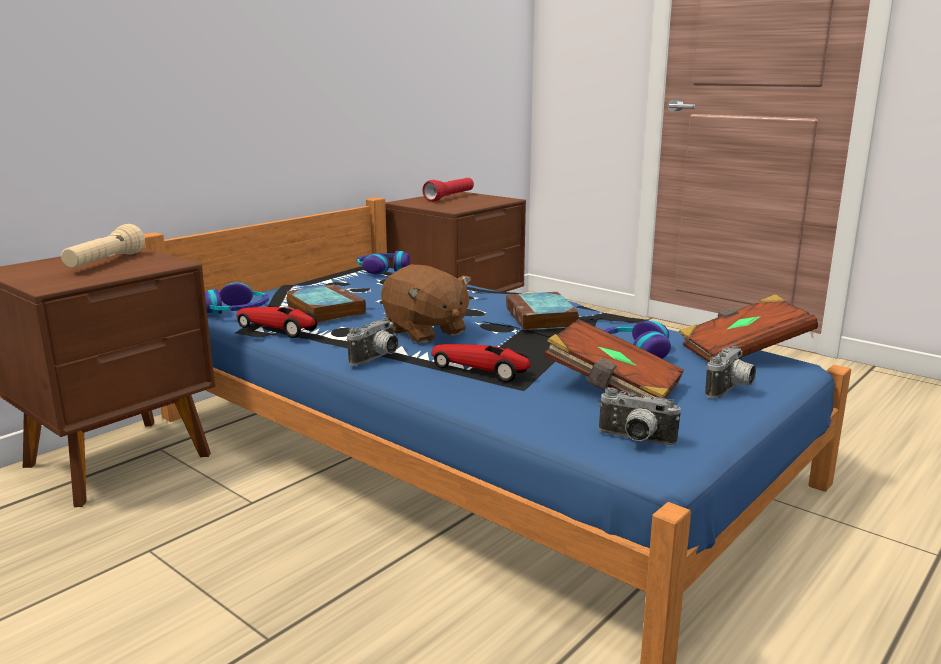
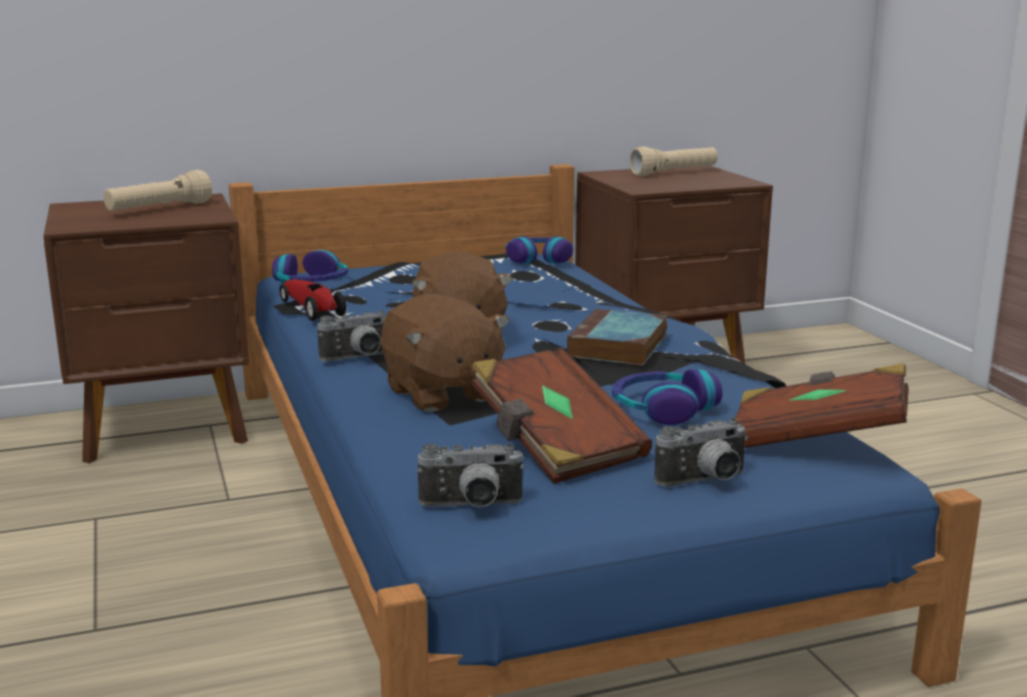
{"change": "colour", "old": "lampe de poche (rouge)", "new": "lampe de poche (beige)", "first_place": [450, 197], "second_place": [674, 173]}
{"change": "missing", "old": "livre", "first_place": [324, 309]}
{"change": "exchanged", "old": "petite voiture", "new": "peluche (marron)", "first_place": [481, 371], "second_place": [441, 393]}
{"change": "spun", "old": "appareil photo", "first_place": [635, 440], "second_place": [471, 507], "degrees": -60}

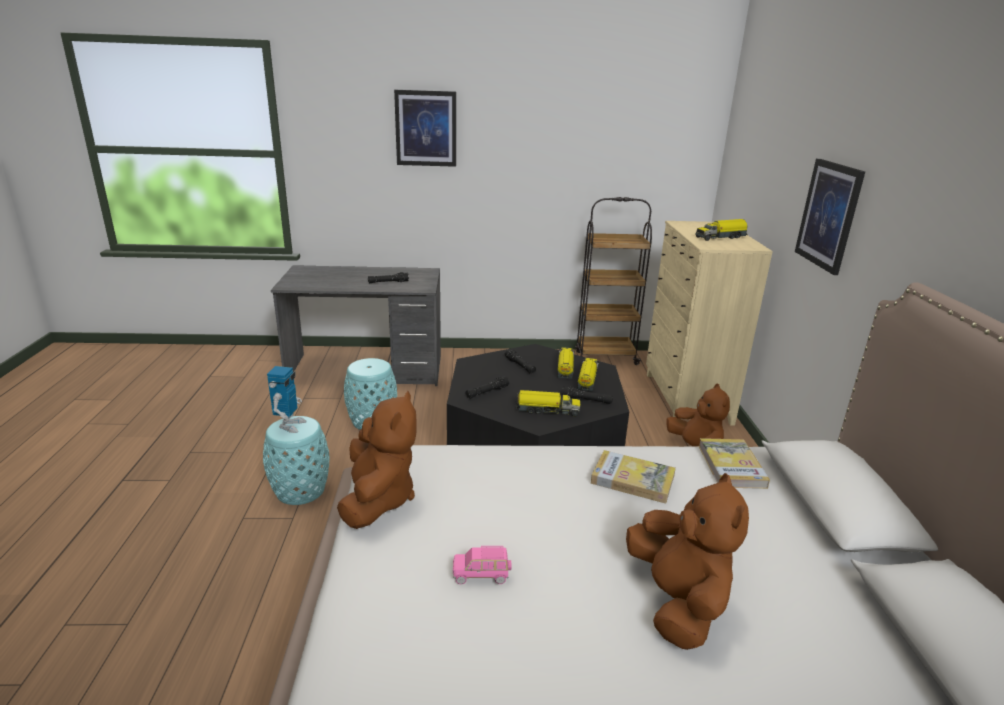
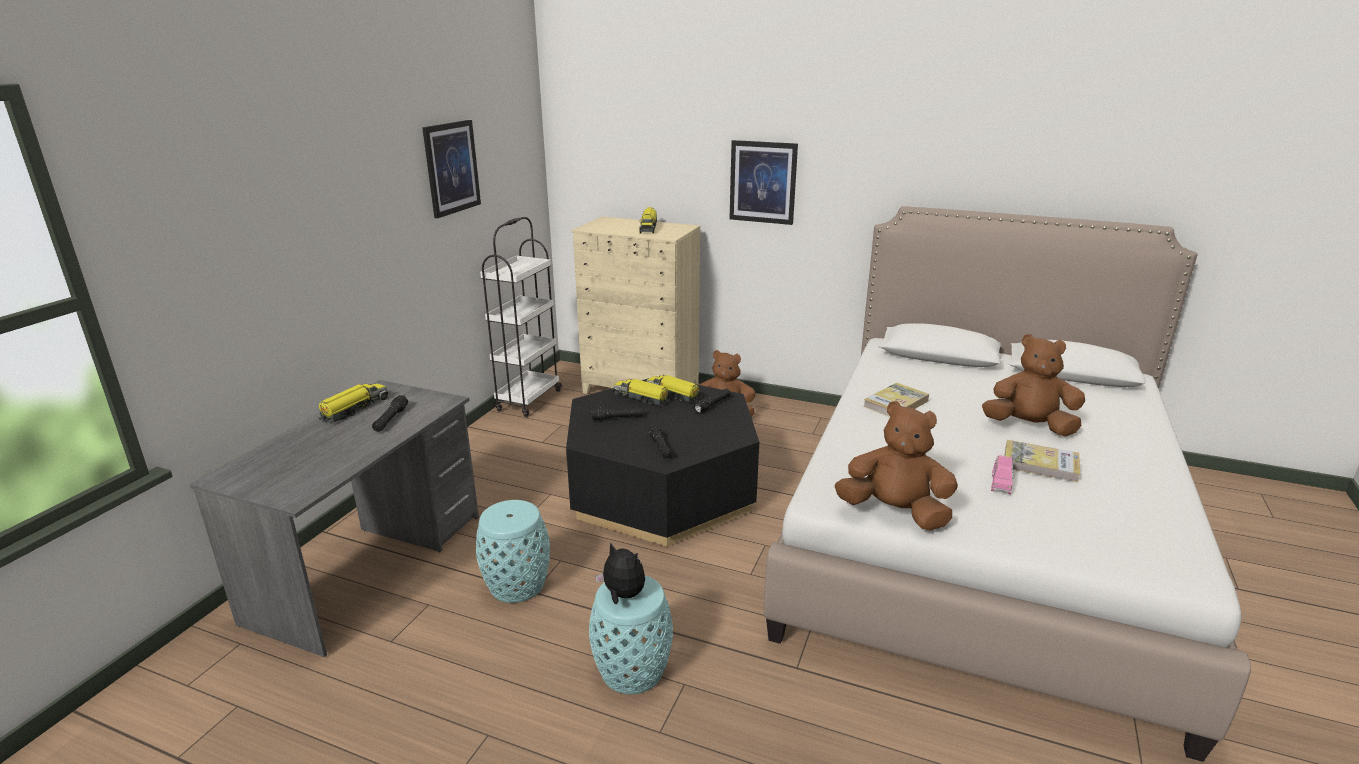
{"change": "relocated", "old": "tableau", "first_place": [426, 128], "second_place": [451, 168]}
{"change": "colour", "old": "chariot (marron)", "new": "chariot (blanc)", "first_place": [605, 358], "second_place": [528, 401]}
{"change": "exchanged", "old": "robot jouet", "new": "peluche", "first_place": [289, 425], "second_place": [622, 595]}
{"change": "relocated", "old": "camion jouet", "first_place": [547, 410], "second_place": [354, 409]}
{"change": "relocated", "old": "livre", "first_place": [731, 466], "second_place": [1040, 464]}

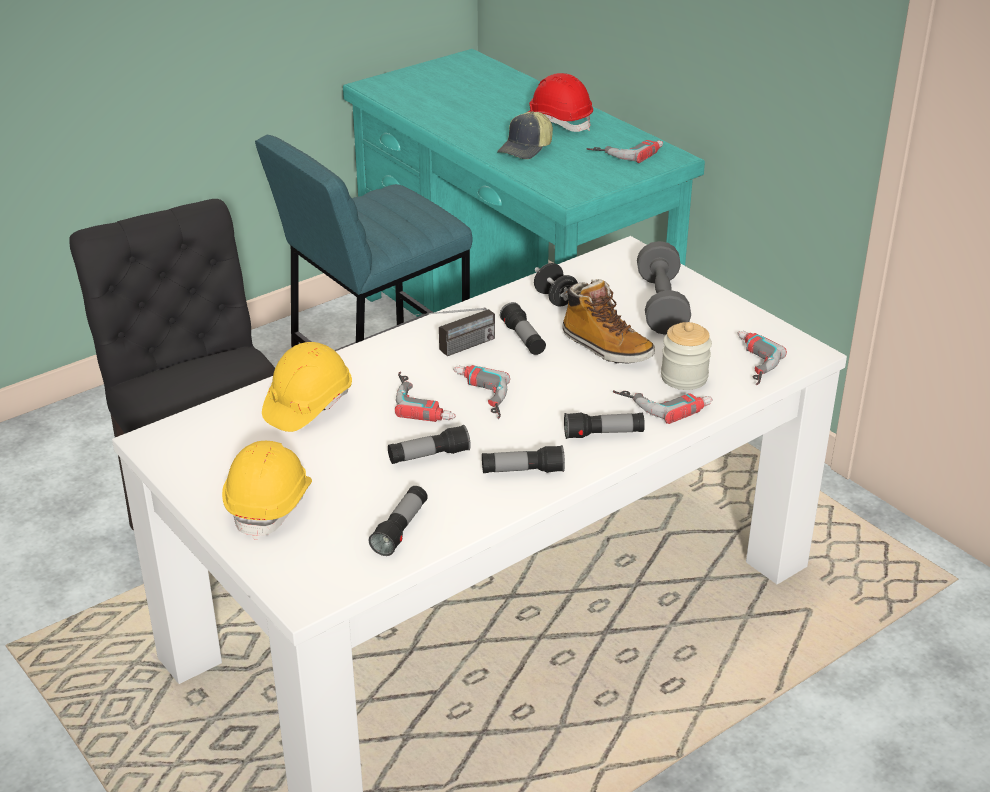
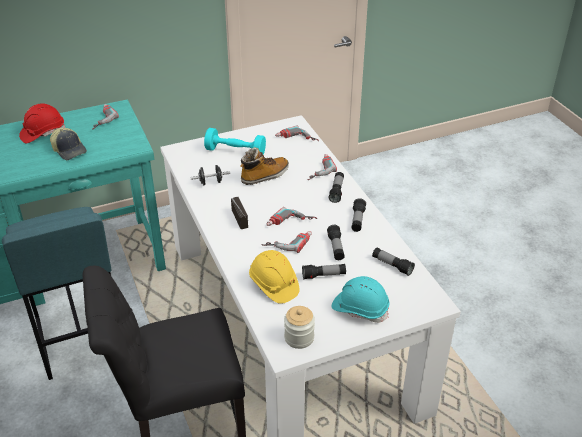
{"change": "colour", "old": "haltère (gris)", "new": "haltère (turquoise)", "first_place": [661, 305], "second_place": [235, 152]}
{"change": "relocated", "old": "lampe de poche", "first_place": [523, 339], "second_place": [323, 275]}
{"change": "relocated", "old": "bocal", "first_place": [684, 377], "second_place": [299, 338]}
{"change": "colour", "old": "casque de chantier (jaune)", "new": "casque de chantier (turquoise)", "first_place": [270, 504], "second_place": [360, 308]}

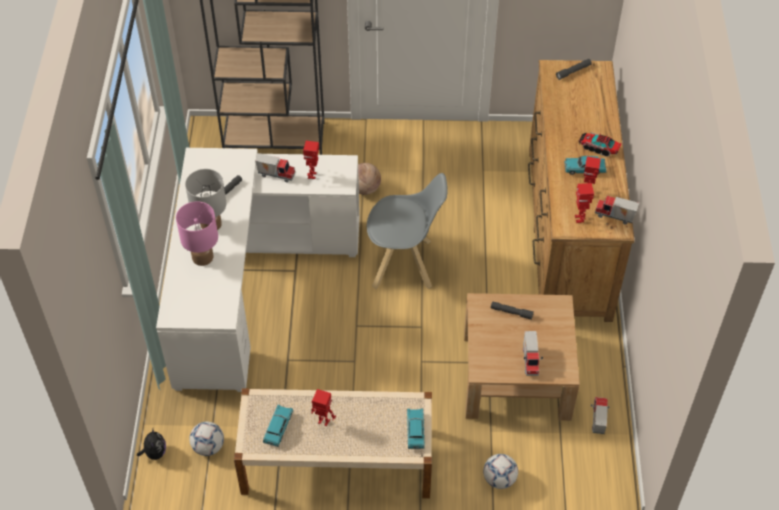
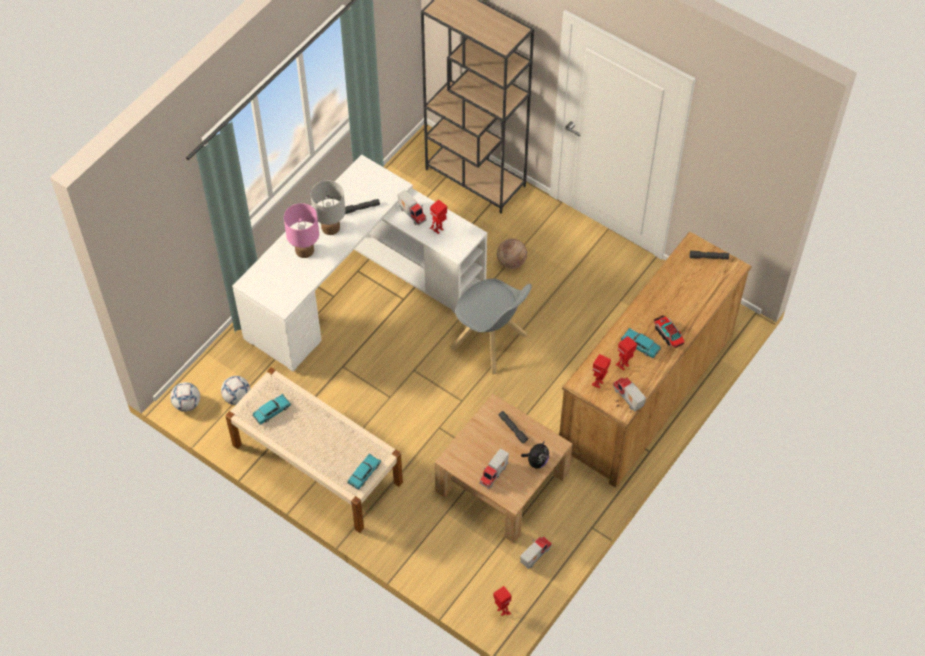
{"change": "relocated", "old": "robot jouet", "first_place": [323, 422], "second_place": [501, 611]}
{"change": "relocated", "old": "peluche", "first_place": [154, 452], "second_place": [536, 461]}
{"change": "relocated", "old": "ballon de foot", "first_place": [499, 479], "second_place": [187, 404]}

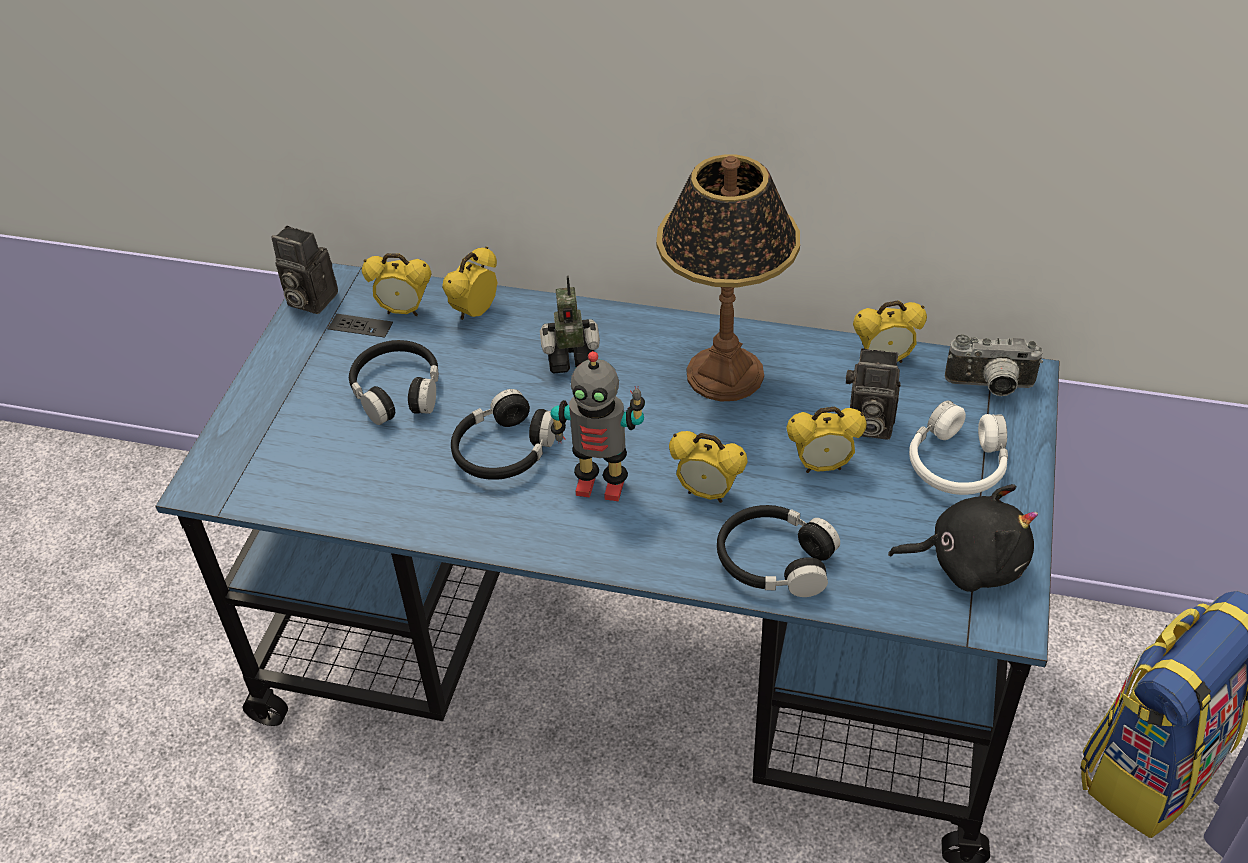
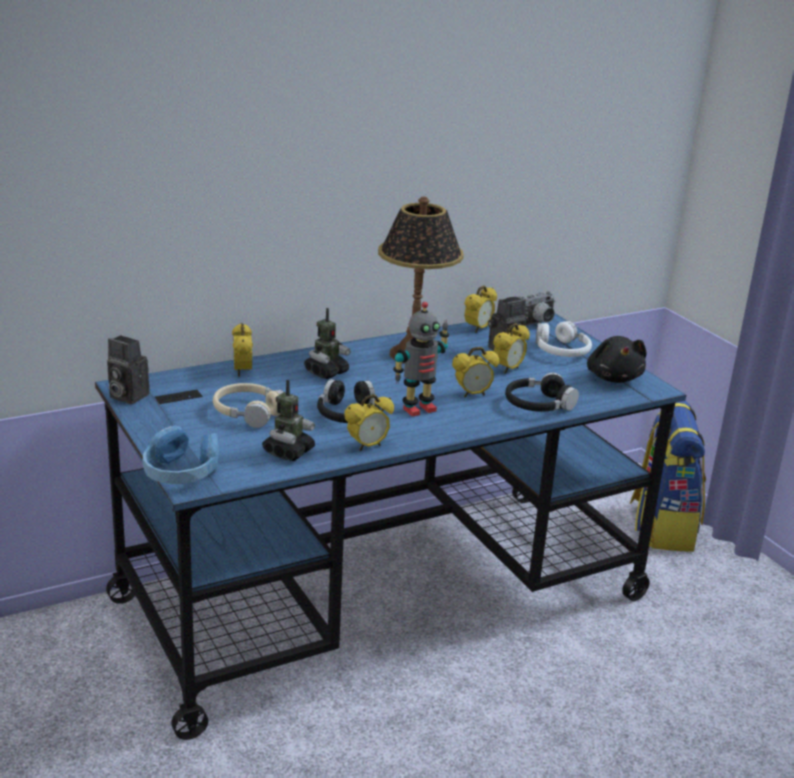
{"change": "spun", "old": "appareil photo", "first_place": [308, 300], "second_place": [126, 396], "degrees": 45}
{"change": "relocated", "old": "réveil", "first_place": [404, 311], "second_place": [367, 446]}
{"change": "colour", "old": "casque audio (noir)", "new": "casque audio (beige)", "first_place": [397, 391], "second_place": [248, 413]}
{"change": "spun", "old": "peluche (noir)", "first_place": [968, 562], "second_place": [614, 377], "degrees": 120}
{"change": "appeared", "new": "robot jouet", "second_place": [288, 452]}
{"change": "appeared", "new": "casque audio (bleu)", "second_place": [181, 472]}

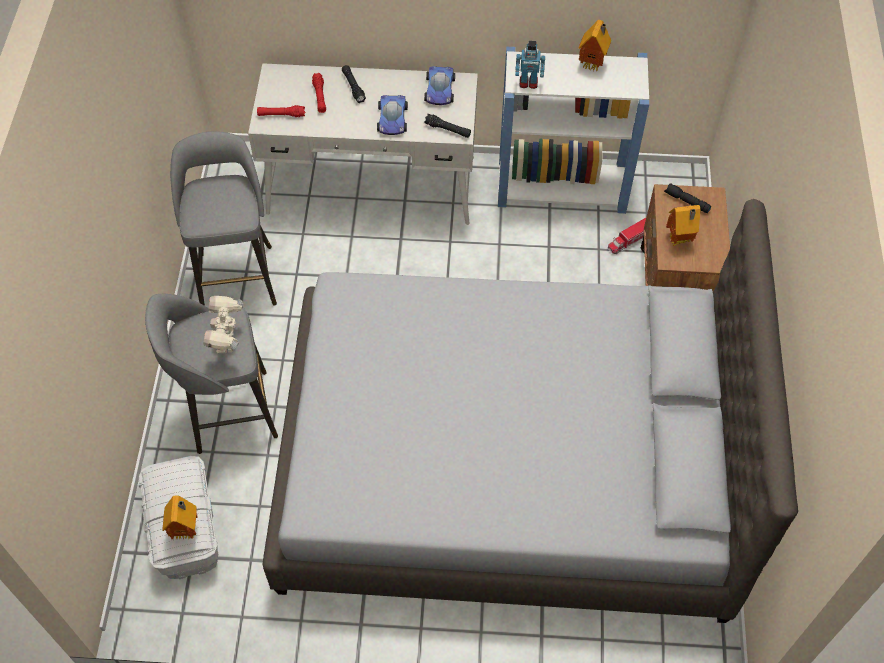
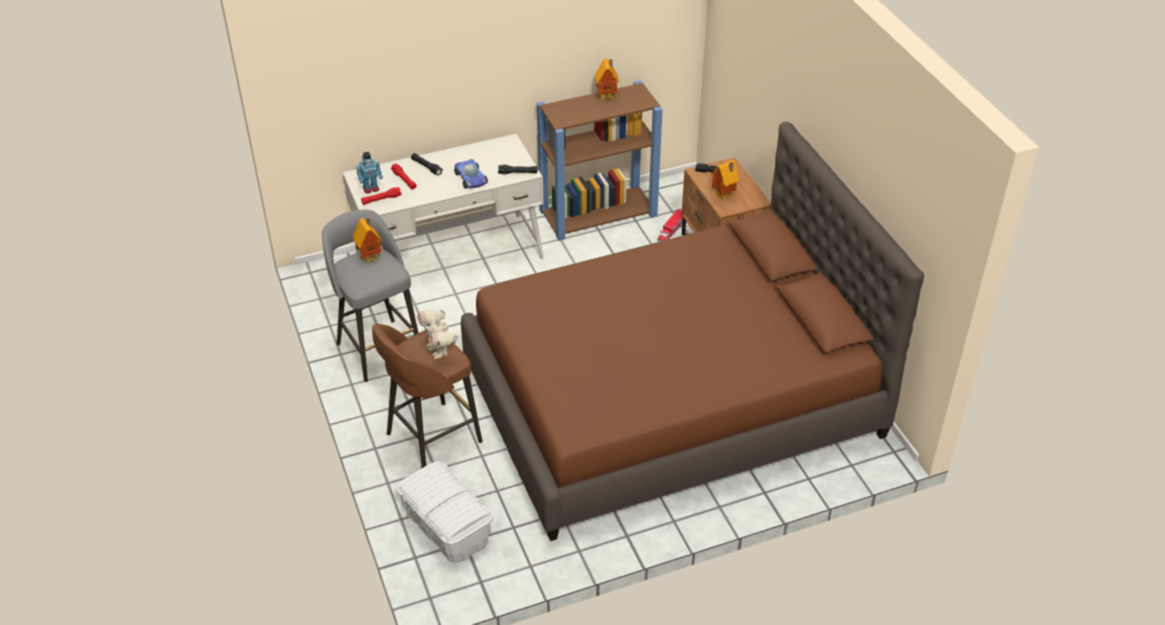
{"change": "relocated", "old": "robot jouet", "first_place": [528, 83], "second_place": [371, 189]}
{"change": "colour", "old": "bibliothèque (blanc)", "new": "bibliothèque (marron)", "first_place": [562, 186], "second_place": [599, 213]}
{"change": "missing", "old": "petite voiture", "first_place": [439, 90]}
{"change": "colour", "old": "lit (gris)", "new": "lit (marron)", "first_place": [507, 467], "second_place": [672, 400]}
{"change": "colour", "old": "tabouret (gris)", "new": "tabouret (marron)", "first_place": [229, 412], "second_place": [431, 439]}
{"change": "relocated", "old": "maison miniature", "first_place": [187, 530], "second_place": [371, 257]}

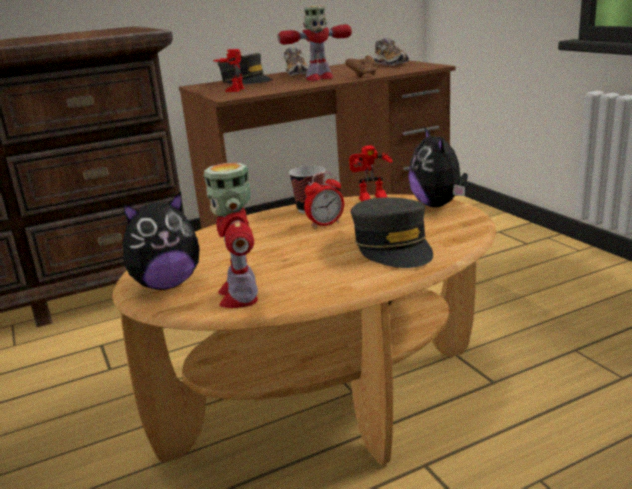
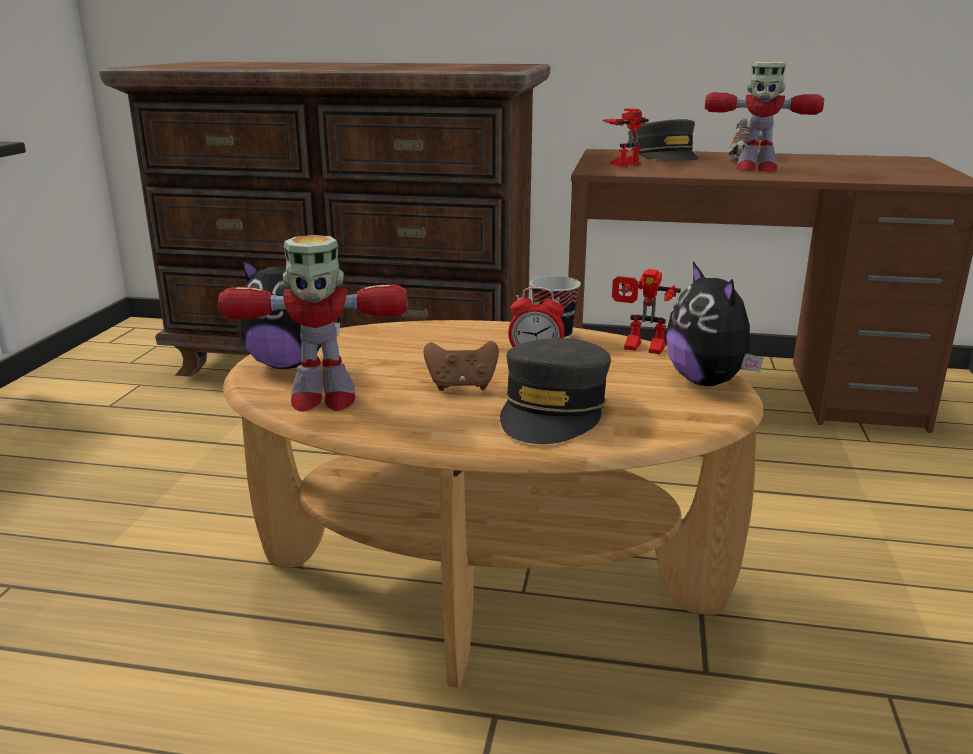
{"change": "missing", "old": "chaussure", "first_place": [391, 64]}
{"change": "relocated", "old": "manette (marron)", "first_place": [363, 76], "second_place": [462, 386]}
{"change": "spun", "old": "peluche", "first_place": [438, 205], "second_place": [708, 382], "degrees": -45}
{"change": "spun", "old": "robot jouet", "first_place": [240, 295], "second_place": [321, 400], "degrees": -120}

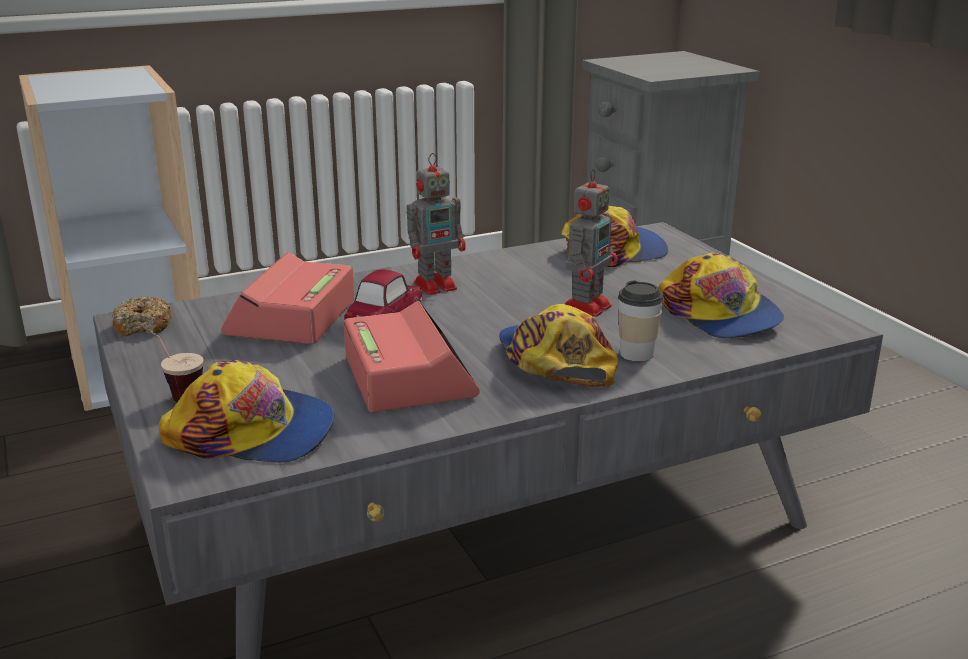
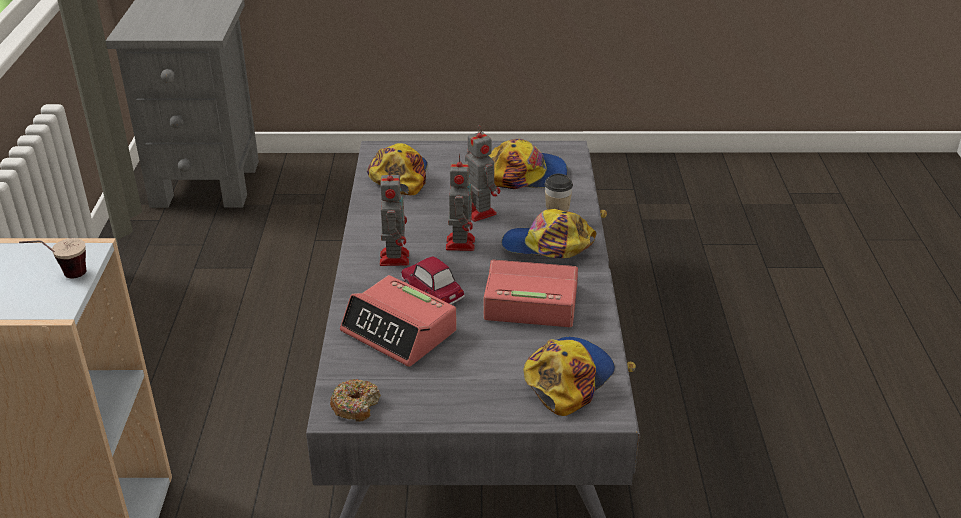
{"change": "relocated", "old": "tasse", "first_place": [175, 393], "second_place": [62, 277]}
{"change": "appeared", "new": "robot jouet", "second_place": [460, 242]}

